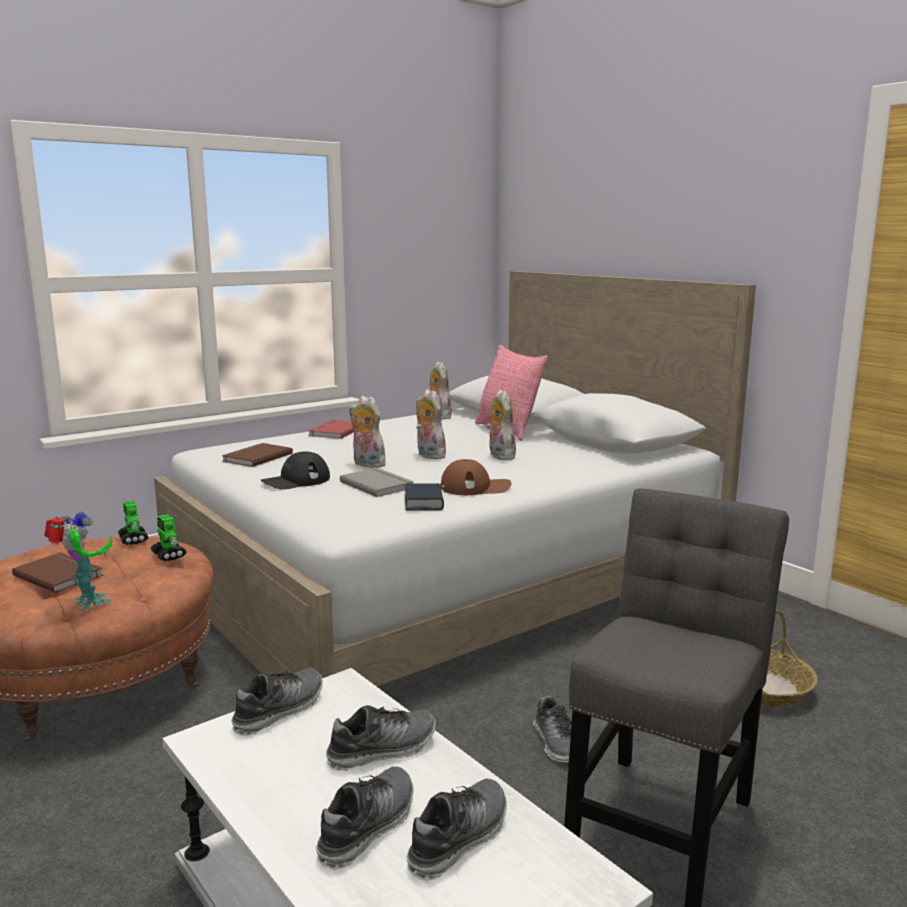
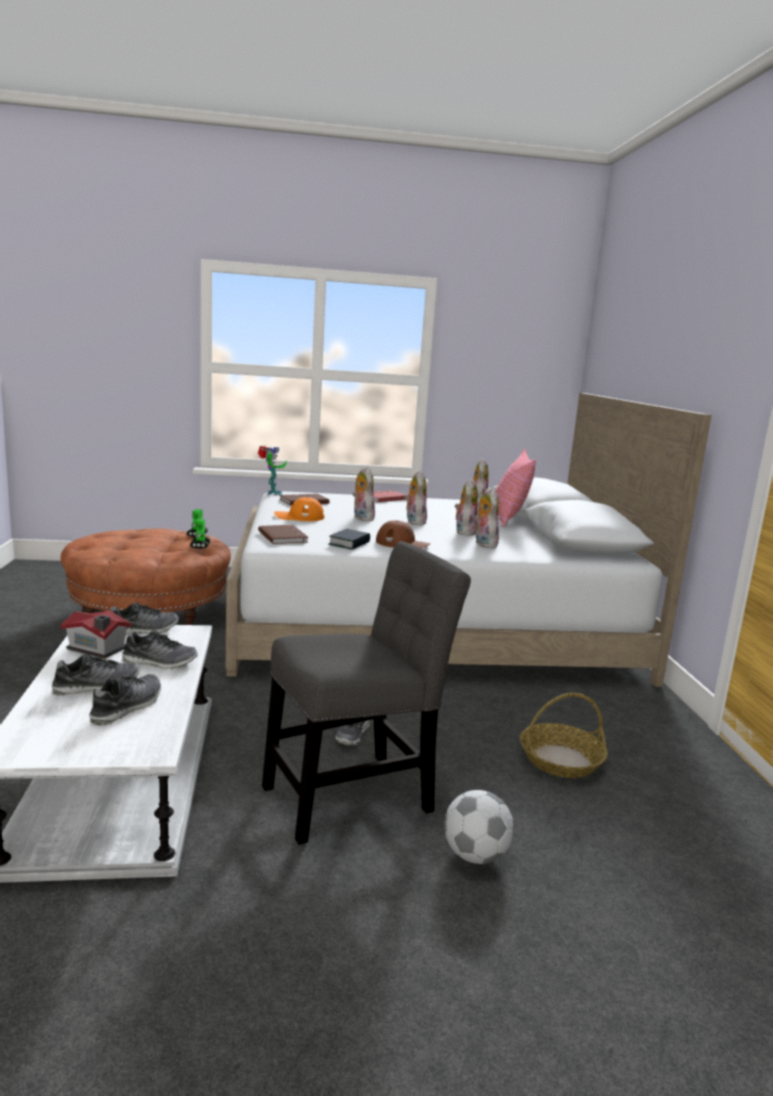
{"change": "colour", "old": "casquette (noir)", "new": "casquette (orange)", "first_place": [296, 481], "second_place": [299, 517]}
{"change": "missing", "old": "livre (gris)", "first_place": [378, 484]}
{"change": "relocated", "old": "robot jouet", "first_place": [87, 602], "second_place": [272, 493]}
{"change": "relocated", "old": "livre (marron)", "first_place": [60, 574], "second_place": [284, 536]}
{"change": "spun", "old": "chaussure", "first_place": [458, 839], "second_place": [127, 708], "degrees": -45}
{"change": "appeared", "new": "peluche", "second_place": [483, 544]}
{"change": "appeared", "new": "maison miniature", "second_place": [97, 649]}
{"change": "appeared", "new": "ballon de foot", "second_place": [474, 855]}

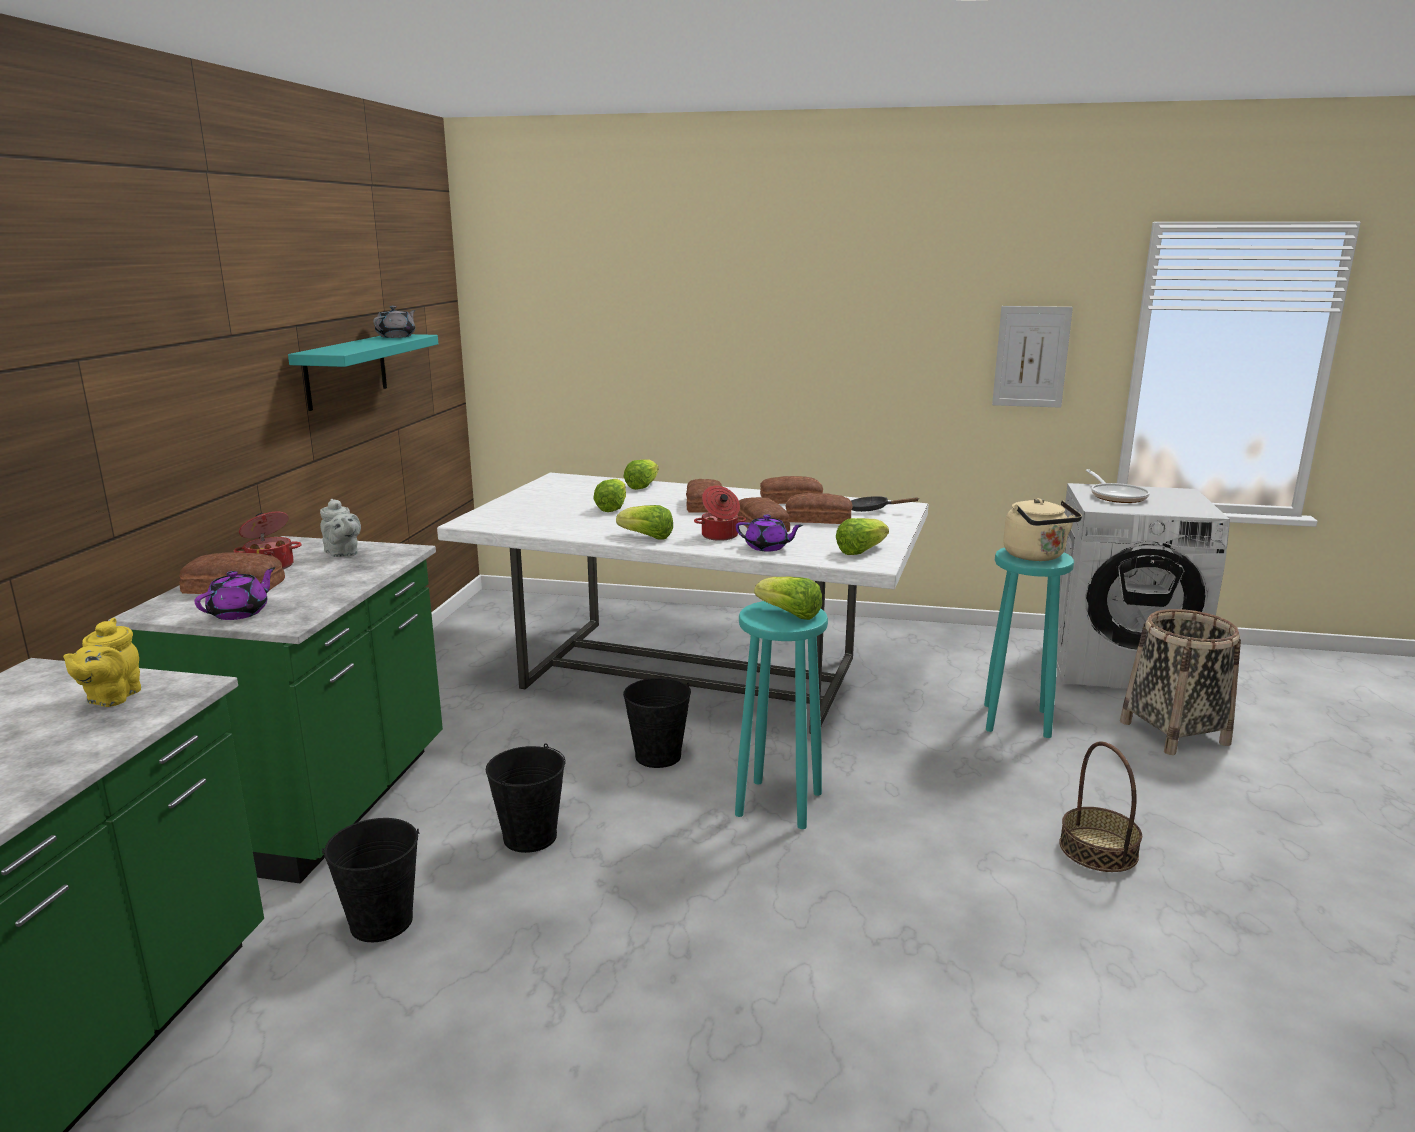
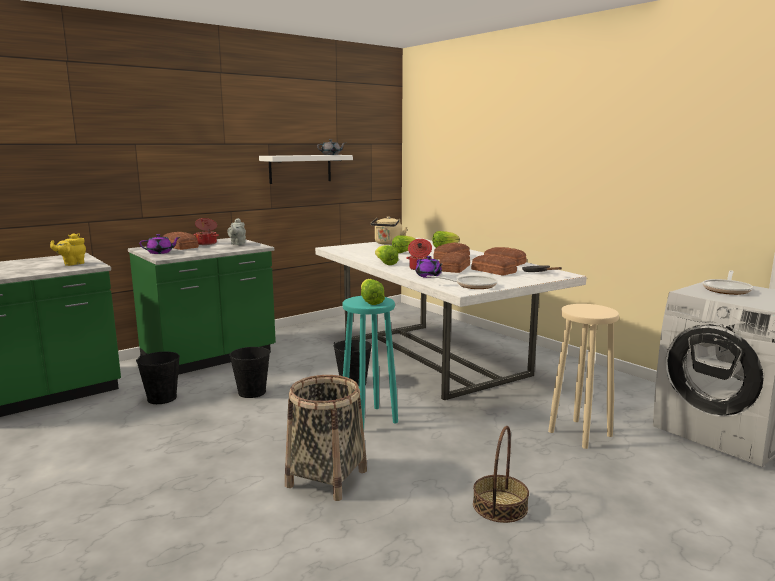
{"change": "missing", "old": "tableau", "first_place": [1031, 357]}
{"change": "colour", "old": "étagère (turquoise)", "new": "étagère (blanc)", "first_place": [346, 371], "second_place": [300, 168]}
{"change": "relocated", "old": "bouilloire (beige)", "first_place": [1036, 556], "second_place": [388, 243]}
{"change": "exchanged", "old": "laitue", "new": "poêle", "first_place": [860, 551], "second_place": [472, 285]}
{"change": "colour", "old": "tabouret (turquoise)", "new": "tabouret (beige)", "first_place": [1016, 721], "second_place": [579, 434]}
{"change": "relocated", "old": "panier", "first_place": [1174, 732], "second_place": [327, 478]}

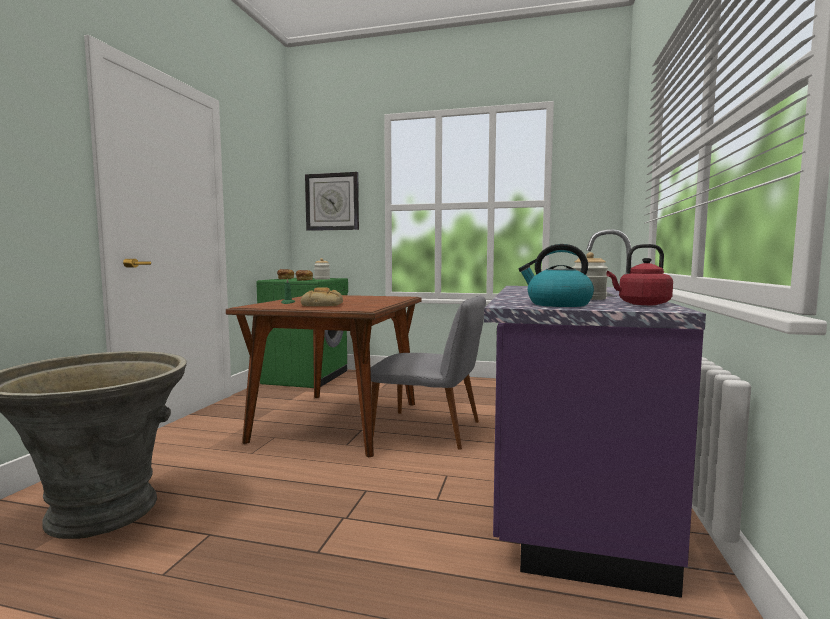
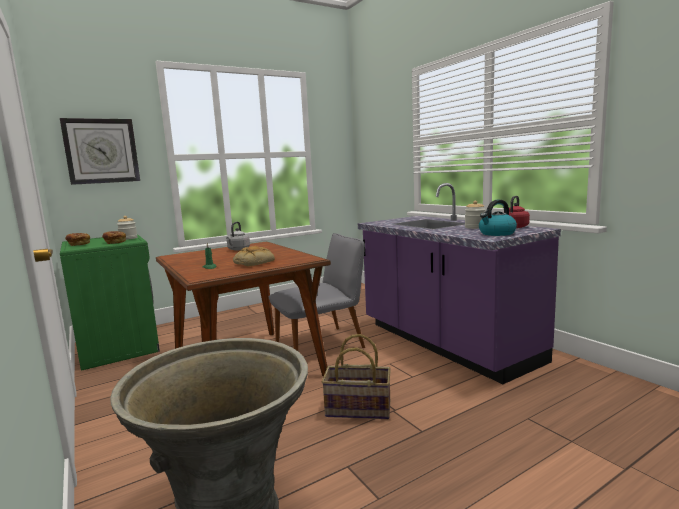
{"change": "appeared", "new": "bouilloire (gris)", "second_place": [238, 249]}
{"change": "appeared", "new": "panier", "second_place": [357, 409]}

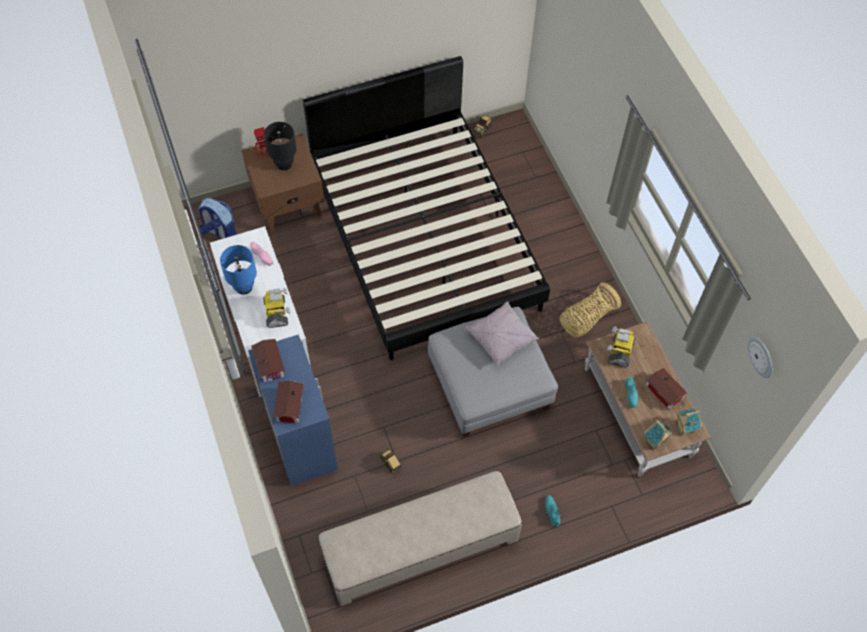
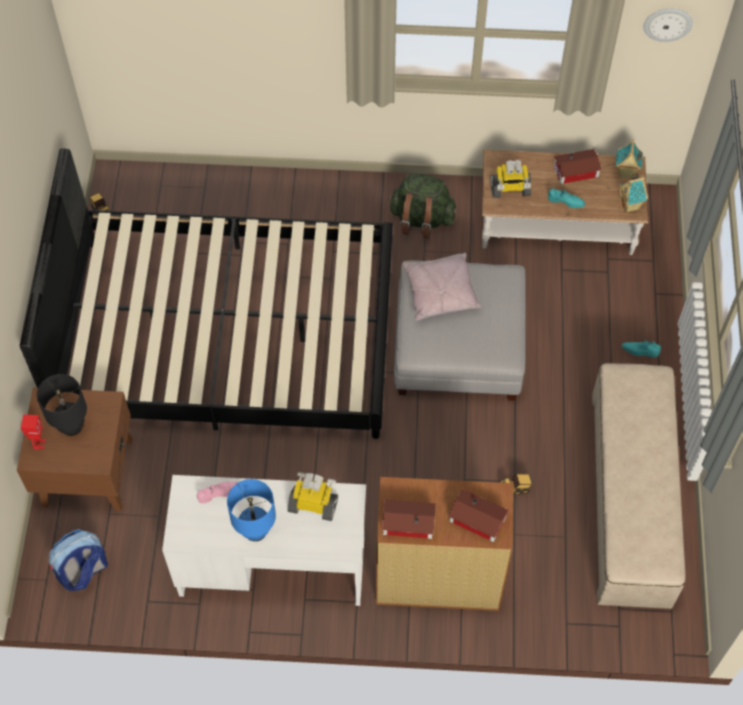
{"change": "exchanged", "old": "panier", "new": "sac à dos (vert)", "first_place": [586, 319], "second_place": [421, 219]}
{"change": "spun", "old": "robot jouet", "first_place": [620, 351], "second_place": [509, 189], "degrees": -45}
{"change": "colour", "old": "meuble de rangement (bleu)", "new": "meuble de rangement (marron)", "first_place": [300, 437], "second_place": [437, 576]}

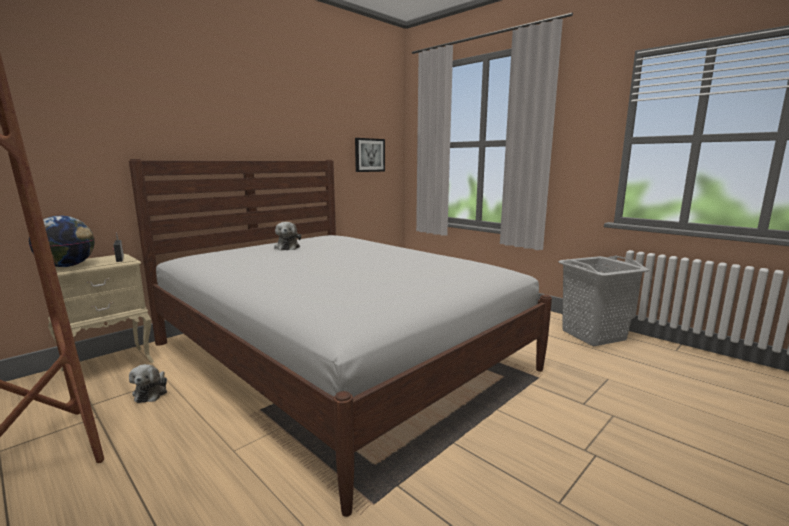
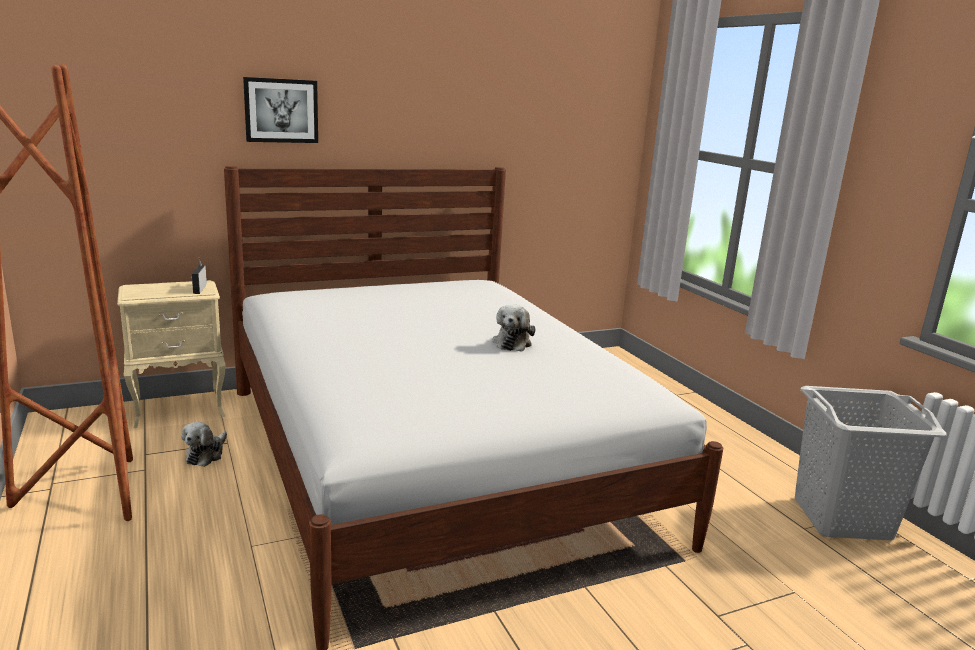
{"change": "relocated", "old": "tableau", "first_place": [369, 155], "second_place": [281, 110]}
{"change": "missing", "old": "globe", "first_place": [67, 266]}
{"change": "relocated", "old": "peluche", "first_place": [287, 247], "second_place": [512, 342]}

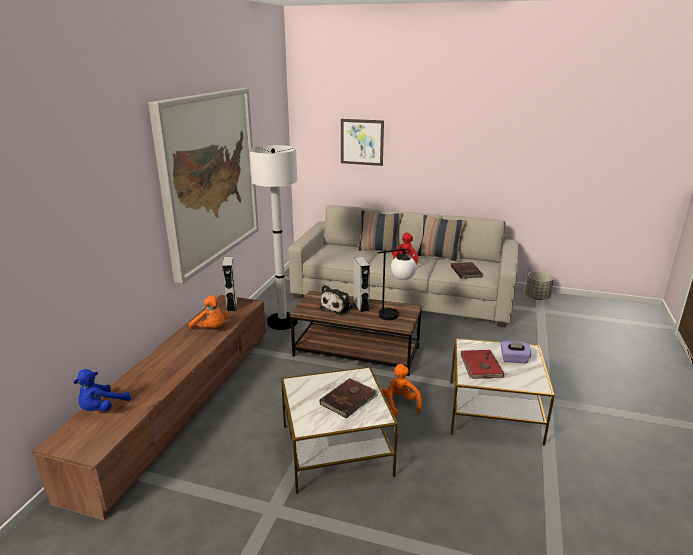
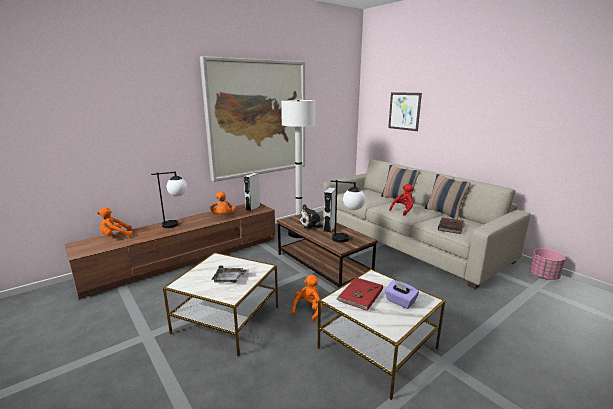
{"change": "colour", "old": "cache-pot (gris)", "new": "cache-pot (rose)", "first_place": [537, 297], "second_place": [544, 276]}
{"change": "colour", "old": "peluche (bleu)", "new": "peluche (orange)", "first_place": [102, 408], "second_place": [115, 236]}
{"change": "exchanged", "old": "livre (marron)", "new": "plateau (gris)", "first_place": [349, 399], "second_place": [229, 279]}
{"change": "appeared", "new": "lampe de table", "second_place": [177, 224]}

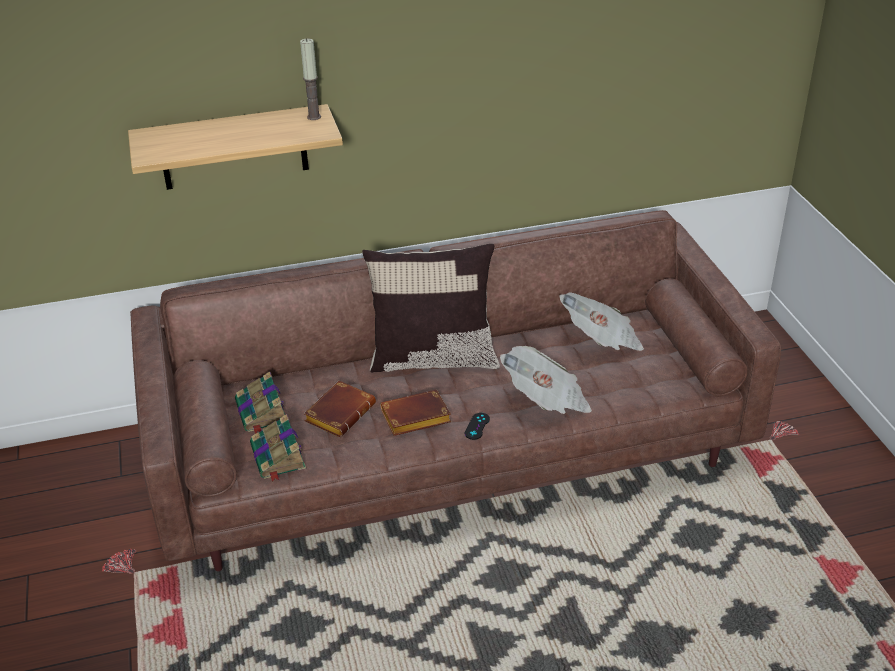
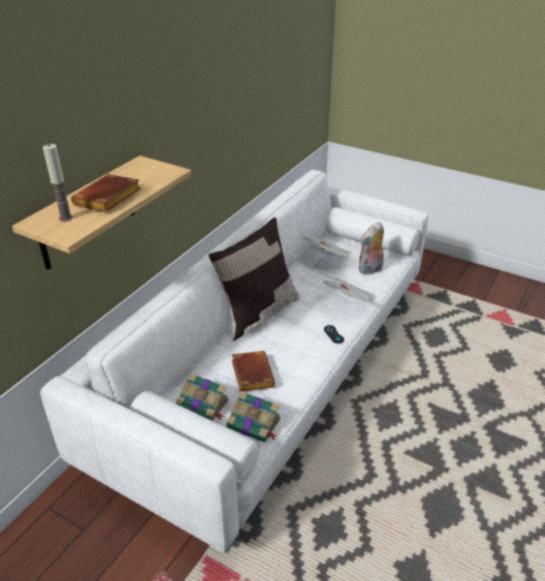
{"change": "relocated", "old": "bougie", "first_place": [314, 117], "second_place": [66, 218]}
{"change": "colour", "old": "canapé (marron)", "new": "canapé (blanc)", "first_place": [450, 447], "second_place": [272, 369]}
{"change": "relocated", "old": "livre (marron)", "first_place": [414, 419], "second_place": [108, 199]}
{"change": "appeared", "new": "peluche", "second_place": [370, 270]}

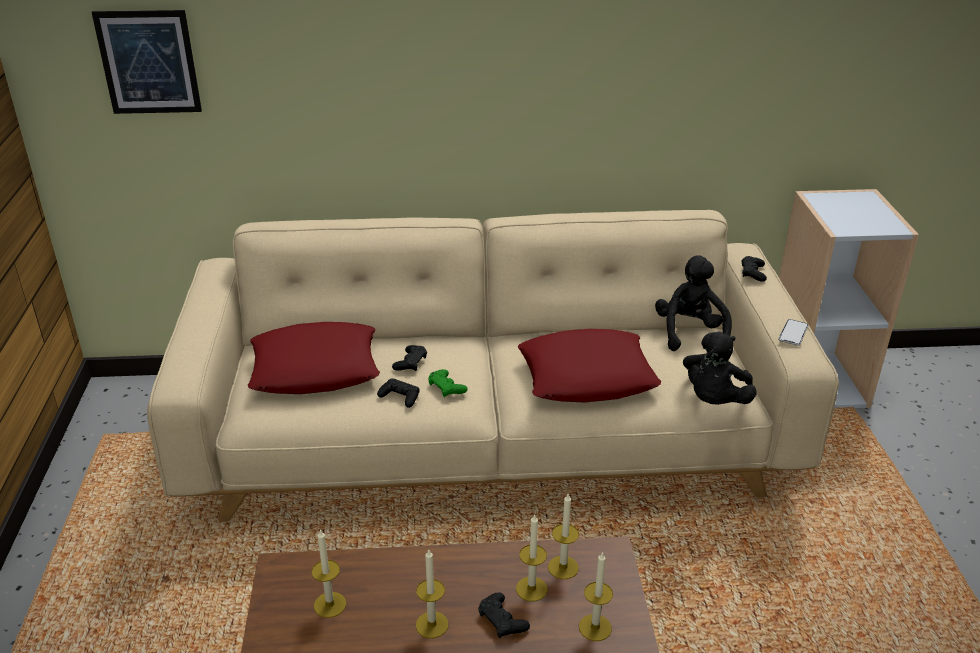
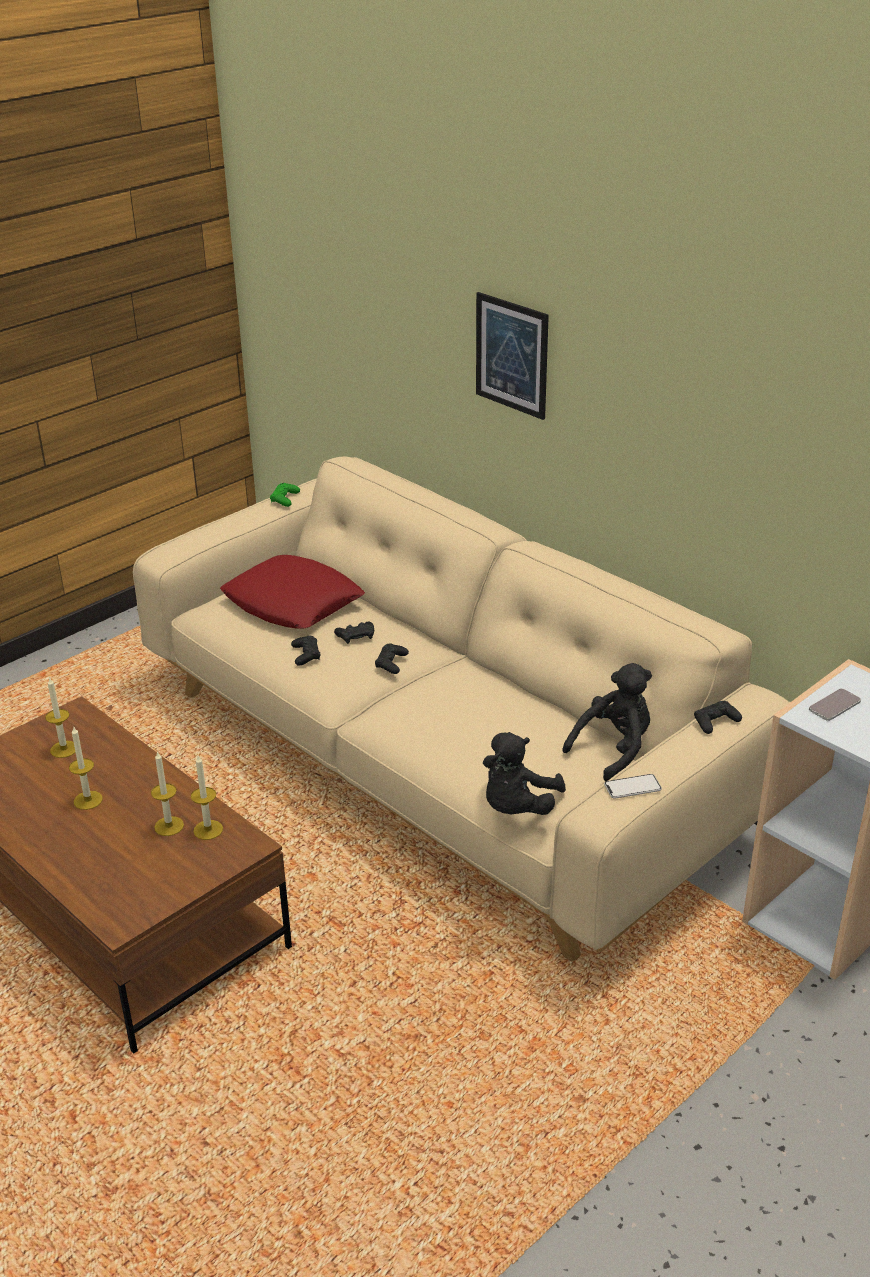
{"change": "relocated", "old": "tableau", "first_place": [148, 62], "second_place": [511, 355]}
{"change": "missing", "old": "coussin (rouge)", "first_place": [587, 376]}
{"change": "spun", "old": "peluche (noir)", "first_place": [714, 400], "second_place": [517, 808], "degrees": -45}
{"change": "relocated", "old": "manette (vert)", "first_place": [446, 387], "second_place": [284, 499]}
{"change": "missing", "old": "bougie", "first_place": [595, 627]}
{"change": "relocated", "old": "manette (noir)", "first_place": [502, 620], "second_place": [391, 663]}
{"change": "appeared", "new": "téléphone", "second_place": [834, 705]}

